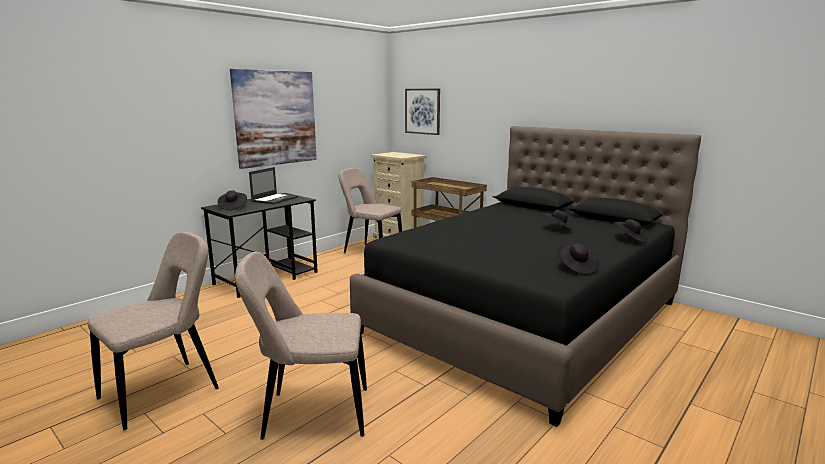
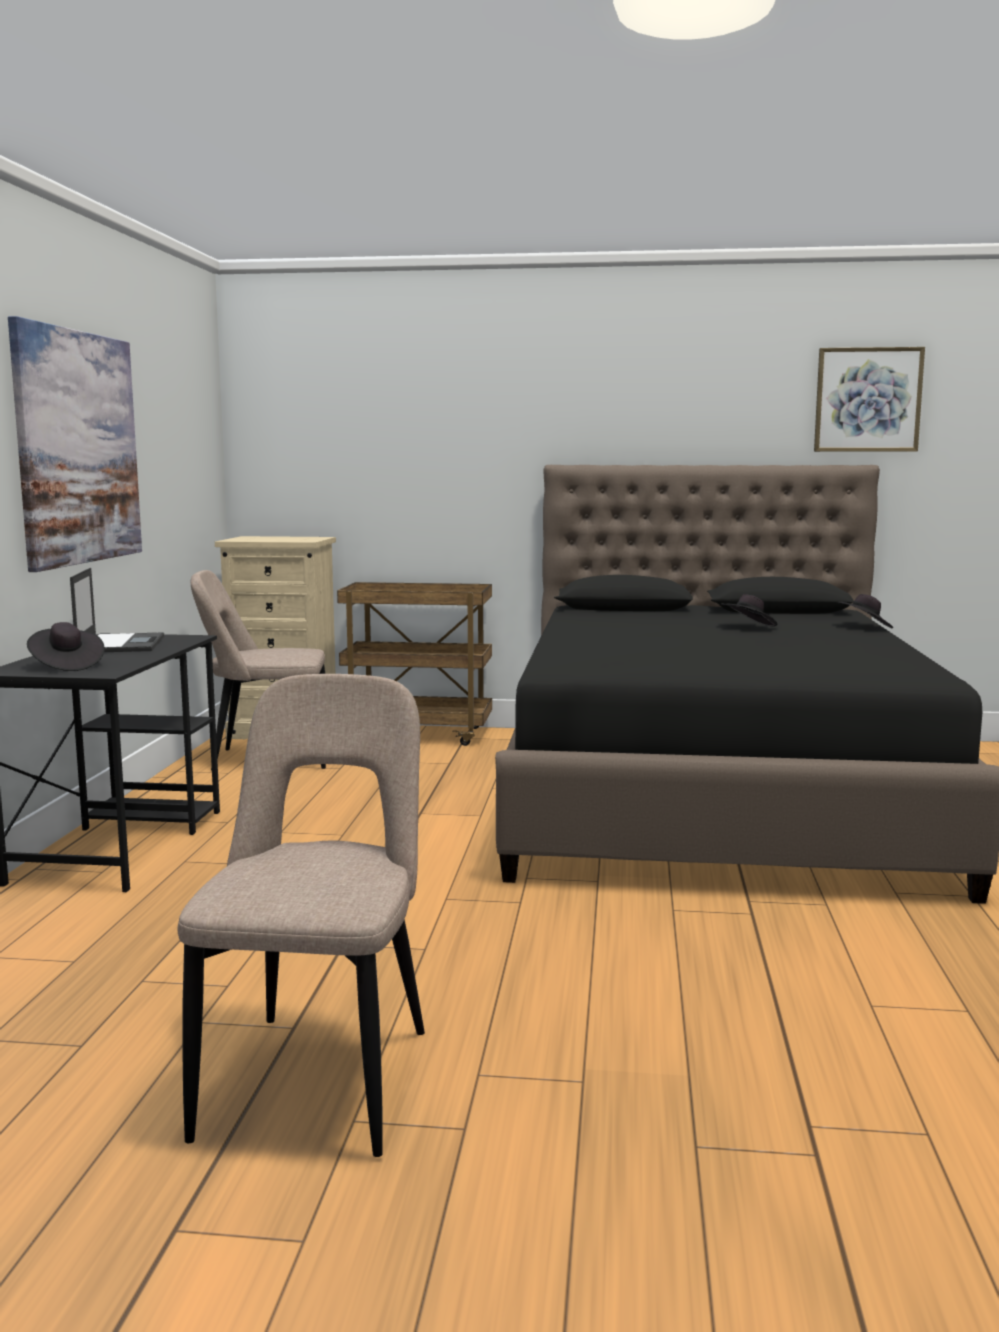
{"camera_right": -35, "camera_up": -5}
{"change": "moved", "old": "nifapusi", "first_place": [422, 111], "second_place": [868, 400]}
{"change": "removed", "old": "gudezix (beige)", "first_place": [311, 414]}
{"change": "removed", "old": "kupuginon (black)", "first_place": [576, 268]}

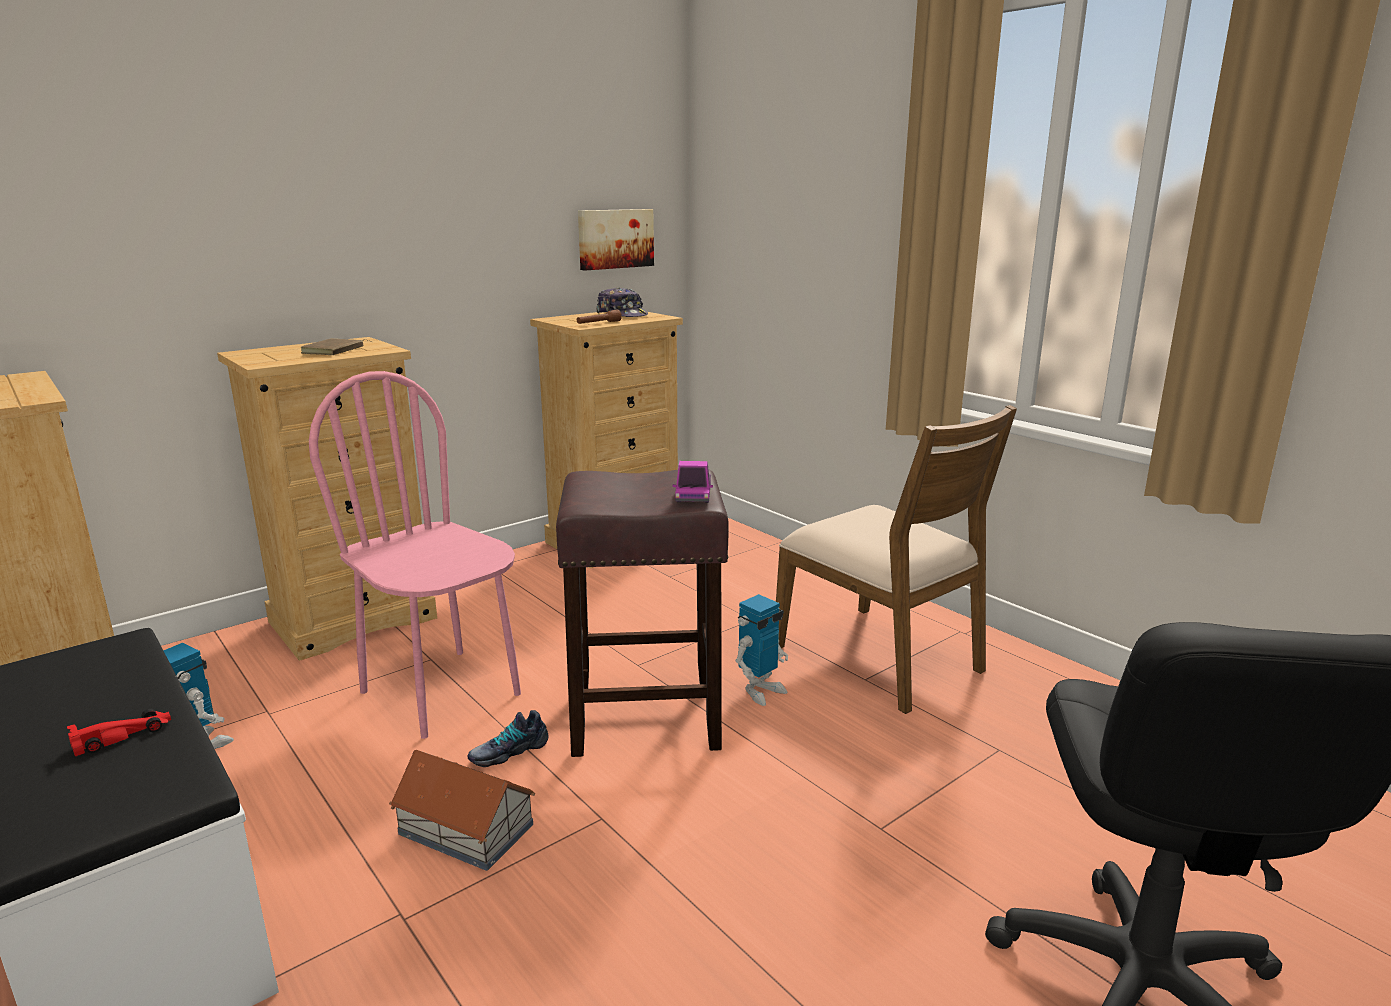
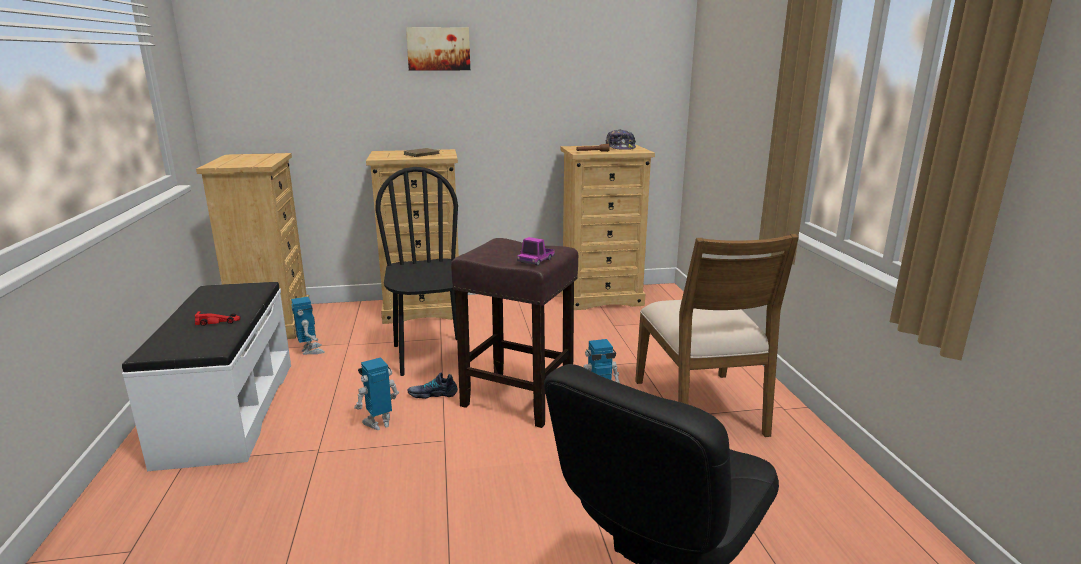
{"camera_right": 30, "camera_up": 0}
{"change": "replaced", "old": "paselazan", "new": "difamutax", "first_place": [466, 830], "second_place": [379, 423]}
{"change": "recoloured", "old": "gudezix (pink)", "new": "gudezix (black)", "first_place": [442, 692], "second_place": [430, 356]}
{"change": "moved", "old": "nifapusi", "first_place": [615, 238], "second_place": [438, 49]}

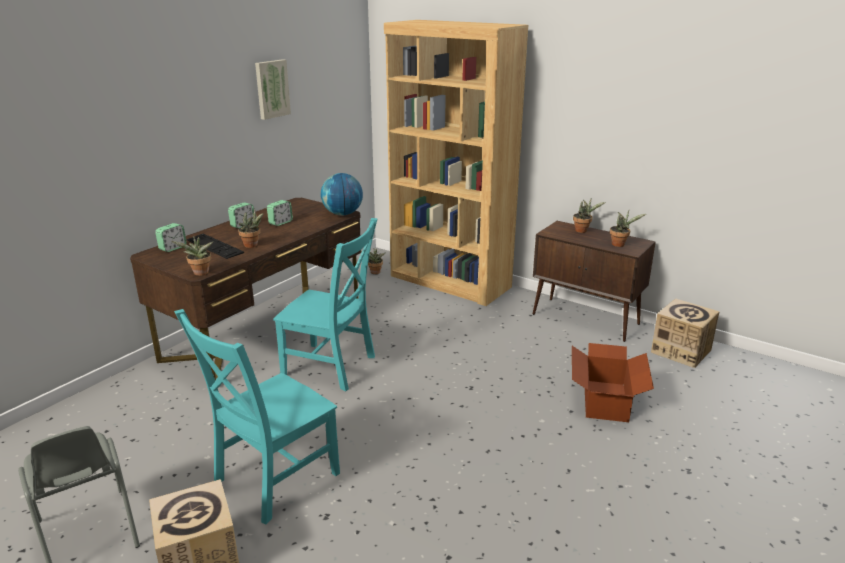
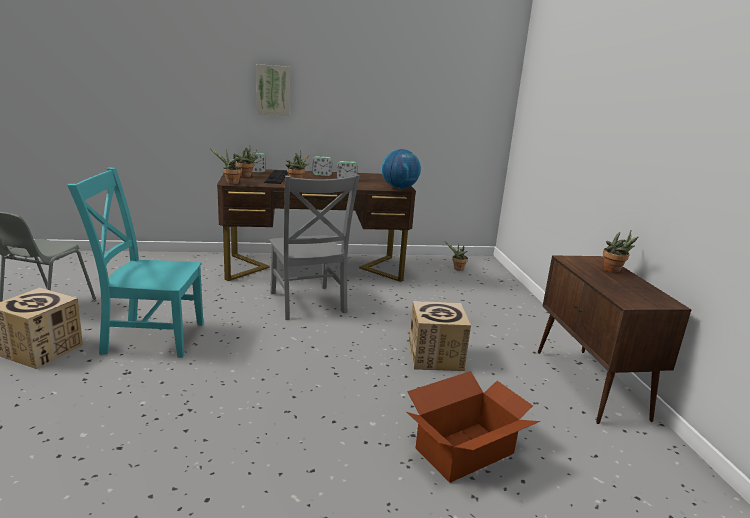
{"camera_right": 45, "camera_up": -5}
{"change": "moved", "old": "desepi", "first_place": [620, 244], "second_place": [246, 176]}
{"change": "moved", "old": "nifapusi", "first_place": [271, 89], "second_place": [273, 90]}
{"change": "recoloured", "old": "gudezix (turquoise)", "new": "gudezix (grey)", "first_place": [332, 367], "second_place": [308, 304]}
{"change": "moved", "old": "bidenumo", "first_place": [681, 351], "second_place": [435, 356]}
{"change": "removed", "old": "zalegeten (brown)", "first_place": [450, 282]}

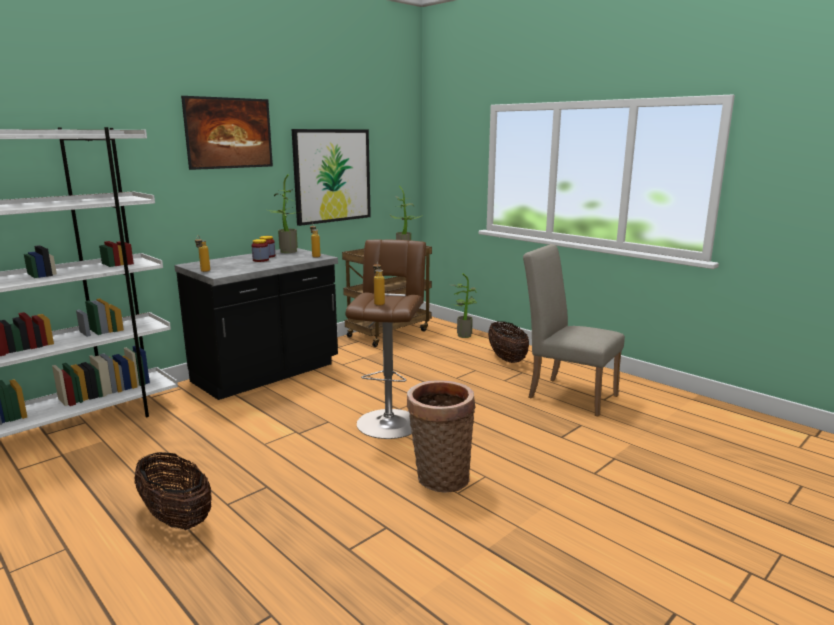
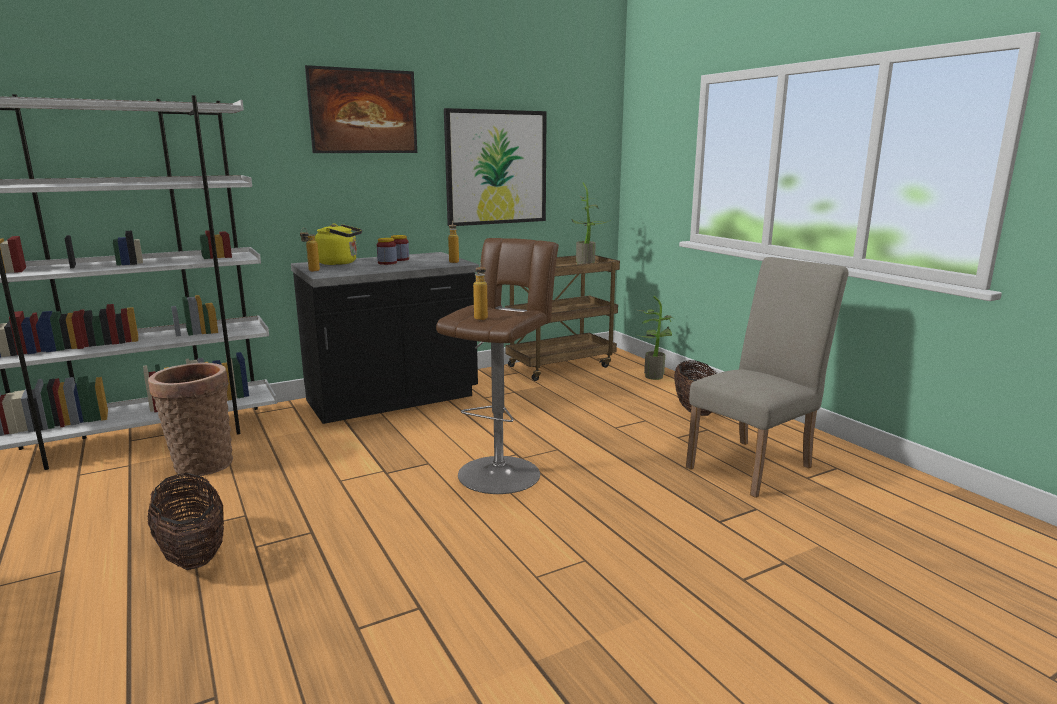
{"camera_right": 15, "camera_up": 0}
{"change": "moved", "old": "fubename", "first_place": [439, 477], "second_place": [201, 463]}
{"change": "added", "new": "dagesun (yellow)", "second_place": [340, 263]}
{"change": "turned", "old": "gudezix (beige)", "first_place": [566, 394], "second_place": [755, 464], "degrees": 90}
{"change": "removed", "old": "desepi", "first_place": [286, 252]}

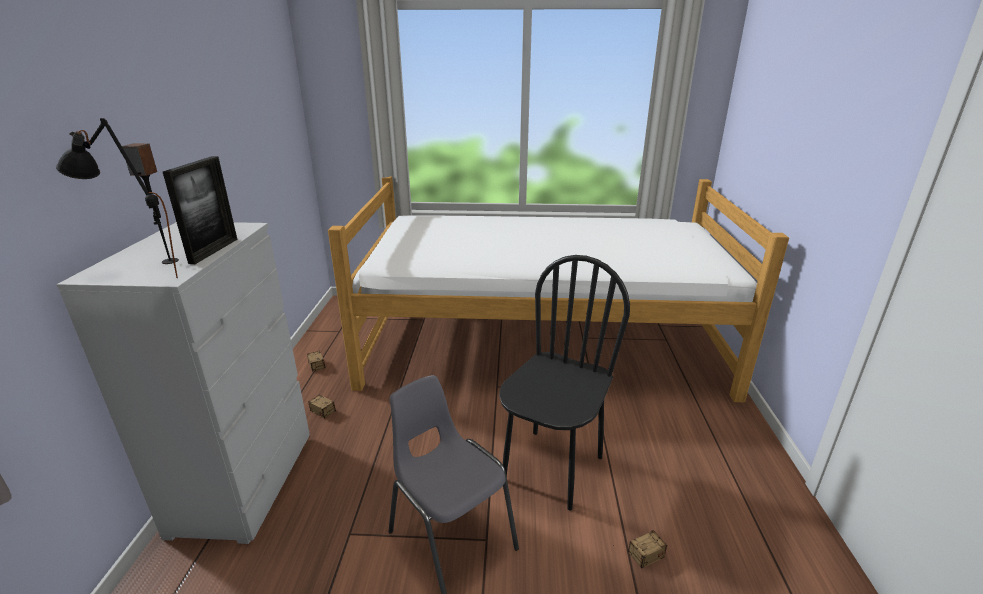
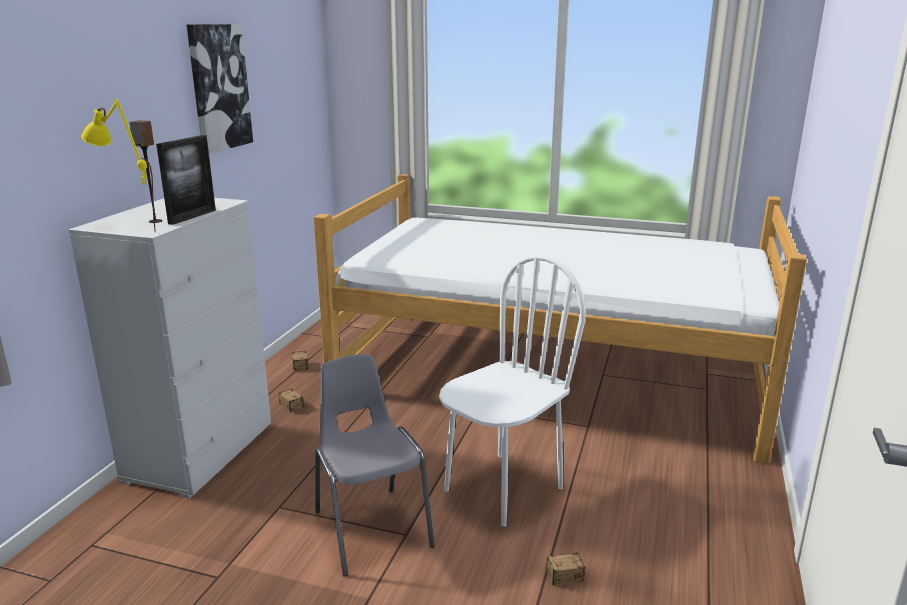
{"camera_right": 15, "camera_up": -5}
{"change": "recoloured", "old": "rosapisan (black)", "new": "rosapisan (yellow)", "first_place": [140, 278], "second_place": [128, 230]}
{"change": "added", "new": "nifapusi", "second_place": [218, 87]}
{"change": "recoloured", "old": "gudezix (black)", "new": "gudezix (white)", "first_place": [552, 468], "second_place": [502, 488]}

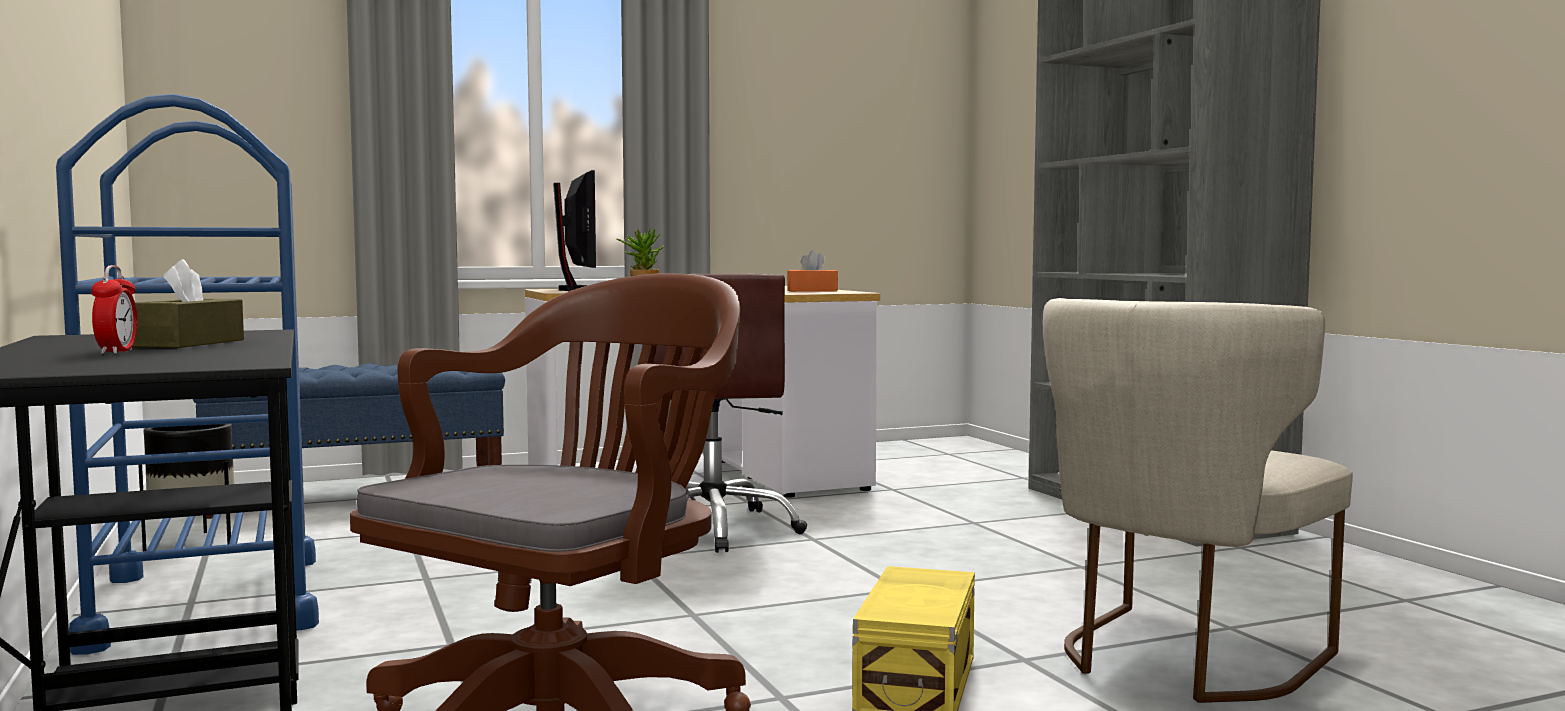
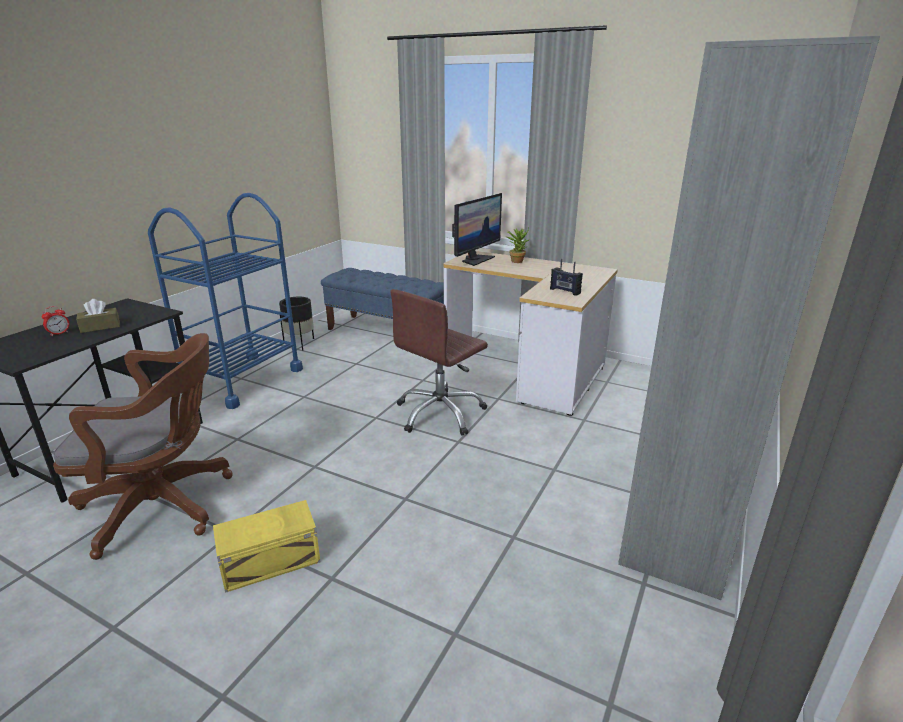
{"camera_right": 50, "camera_up": 20}
{"change": "replaced", "old": "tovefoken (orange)", "new": "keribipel", "first_place": [812, 291], "second_place": [565, 291]}
{"change": "removed", "old": "gudezix (beige)", "first_place": [1180, 660]}

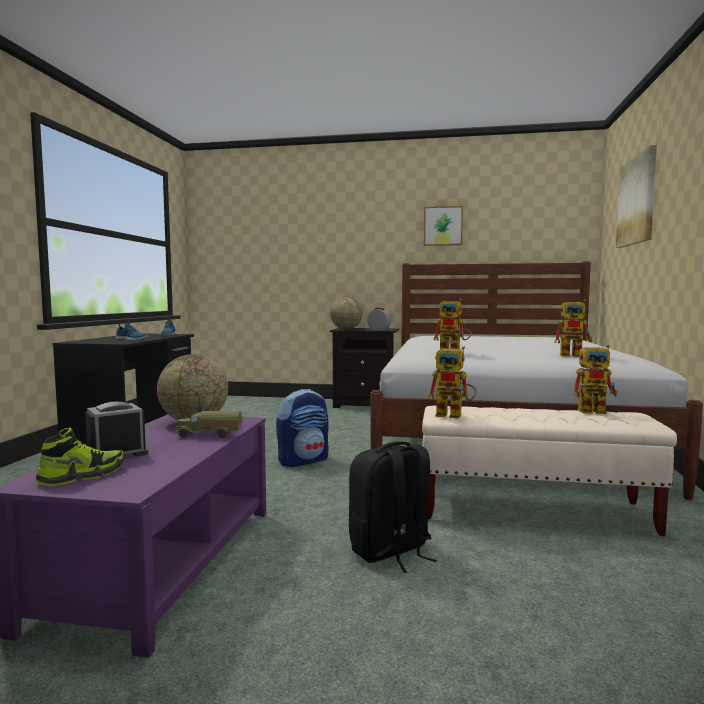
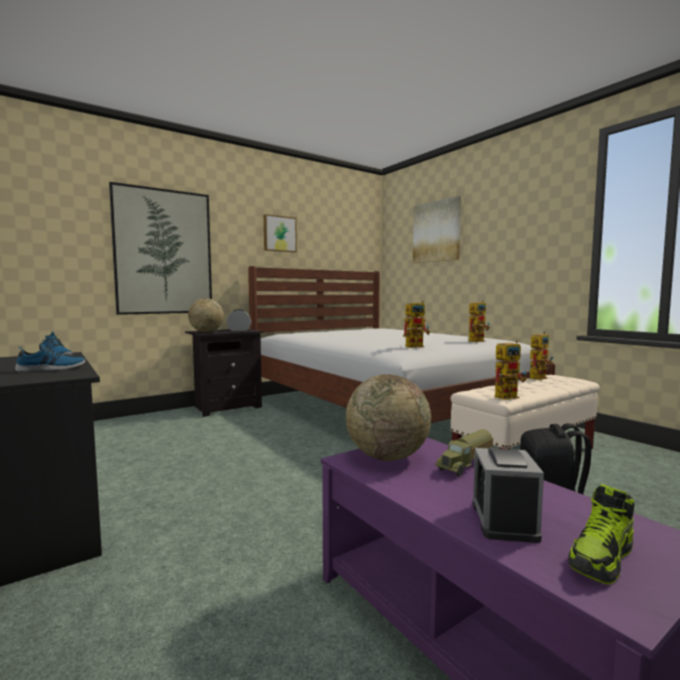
{"camera_right": -45, "camera_up": 0}
{"change": "added", "new": "nifapusi", "second_place": [164, 252]}
{"change": "turned", "old": "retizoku", "first_place": [82, 476], "second_place": [602, 559], "degrees": -135}
{"change": "removed", "old": "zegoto", "first_place": [303, 460]}

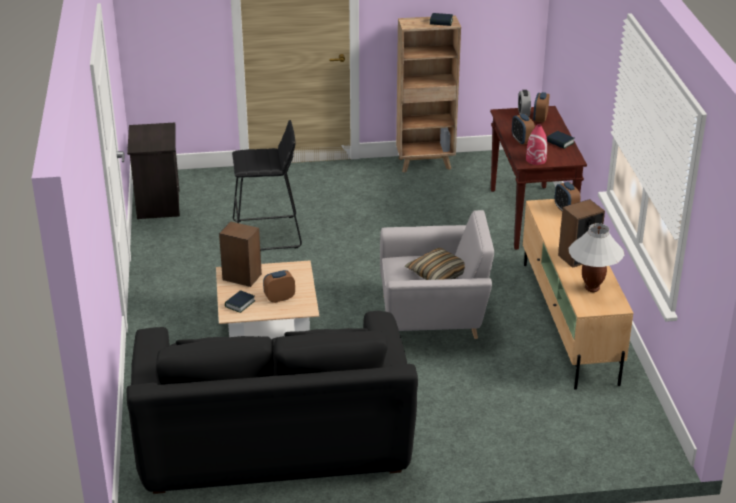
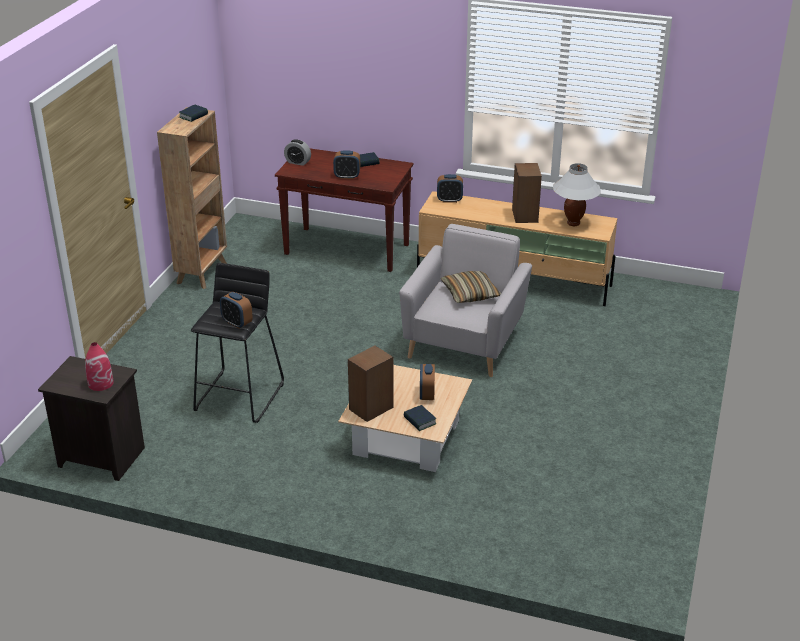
{"camera_right": -65, "camera_up": 0}
{"change": "moved", "old": "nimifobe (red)", "first_place": [536, 160], "second_place": [101, 383]}
{"change": "moved", "old": "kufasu", "first_place": [540, 118], "second_place": [237, 323]}
{"change": "removed", "old": "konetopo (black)", "first_place": [274, 443]}

